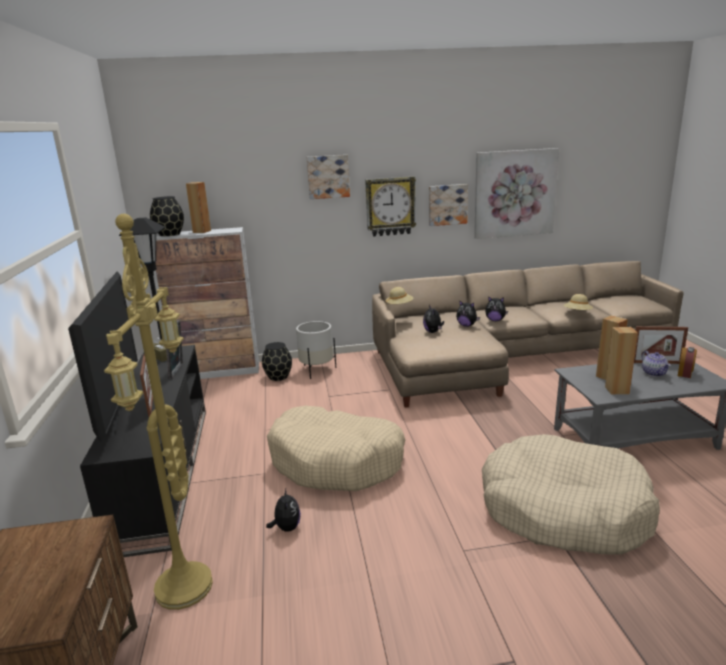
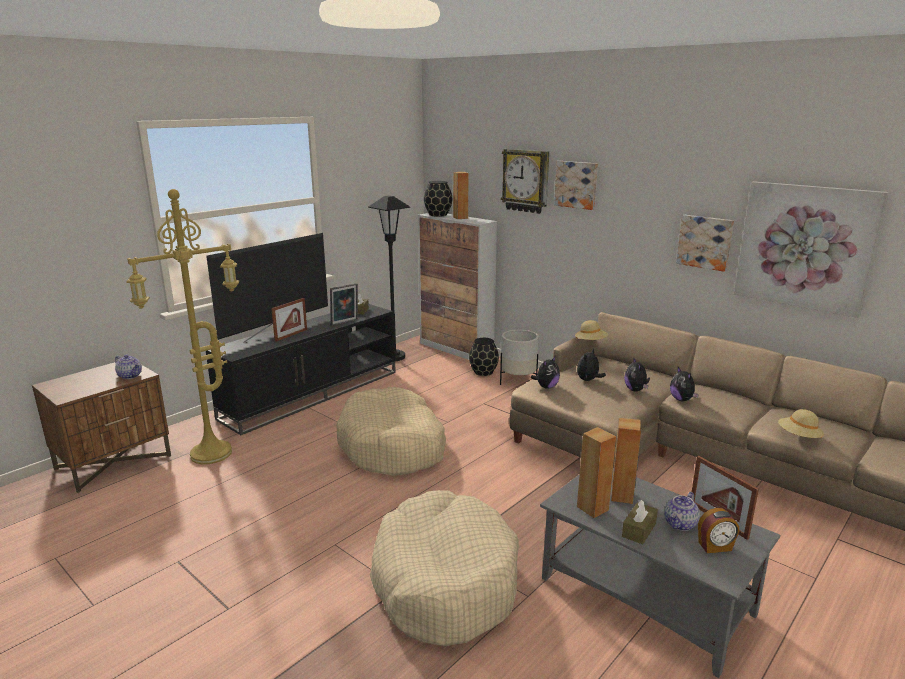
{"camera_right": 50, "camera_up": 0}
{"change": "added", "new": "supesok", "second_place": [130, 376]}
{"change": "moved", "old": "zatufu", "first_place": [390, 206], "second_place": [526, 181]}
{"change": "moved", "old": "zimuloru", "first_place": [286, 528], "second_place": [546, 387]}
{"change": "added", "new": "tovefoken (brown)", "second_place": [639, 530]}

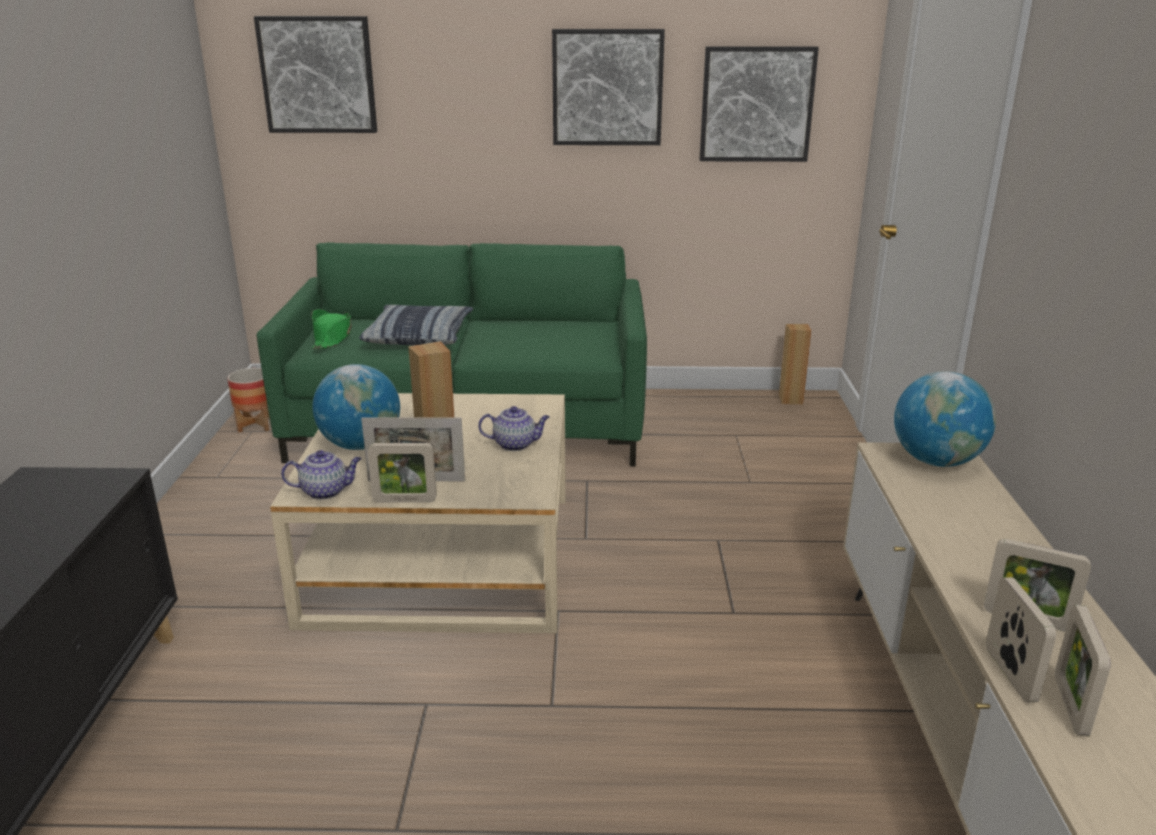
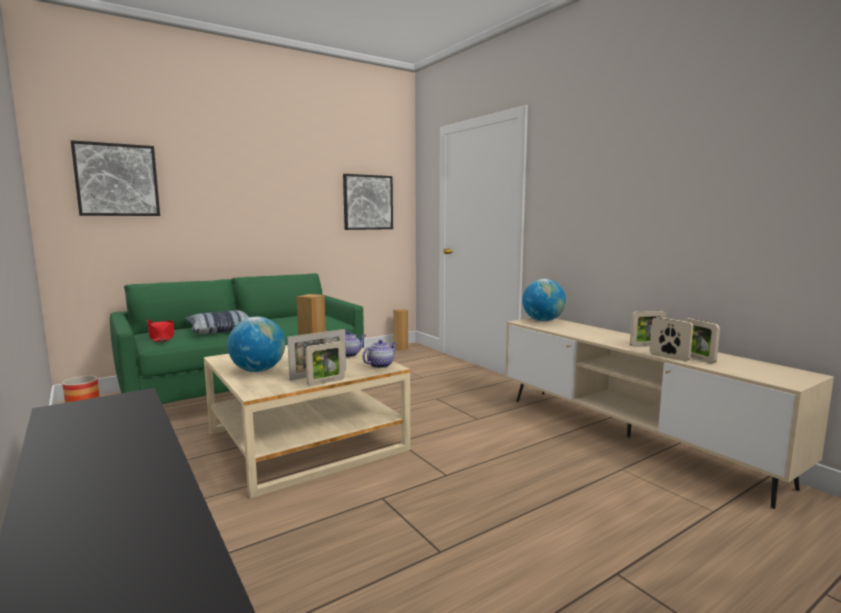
{"camera_right": -35, "camera_up": -15}
{"change": "recoloured", "old": "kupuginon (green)", "new": "kupuginon (red)", "first_place": [332, 338], "second_place": [161, 337]}
{"change": "moved", "old": "supesok", "first_place": [326, 491], "second_place": [380, 365]}
{"change": "removed", "old": "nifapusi", "first_place": [607, 87]}

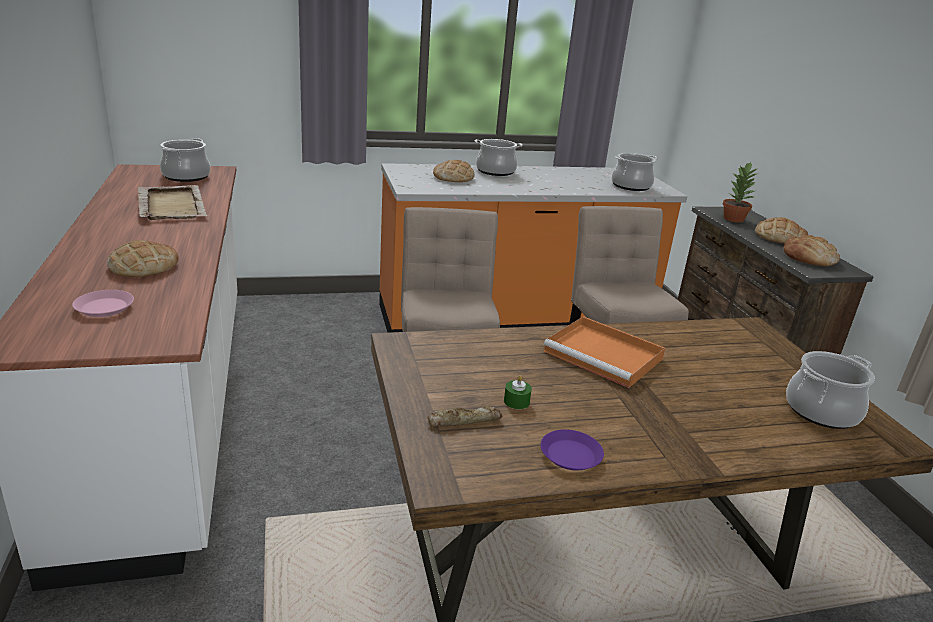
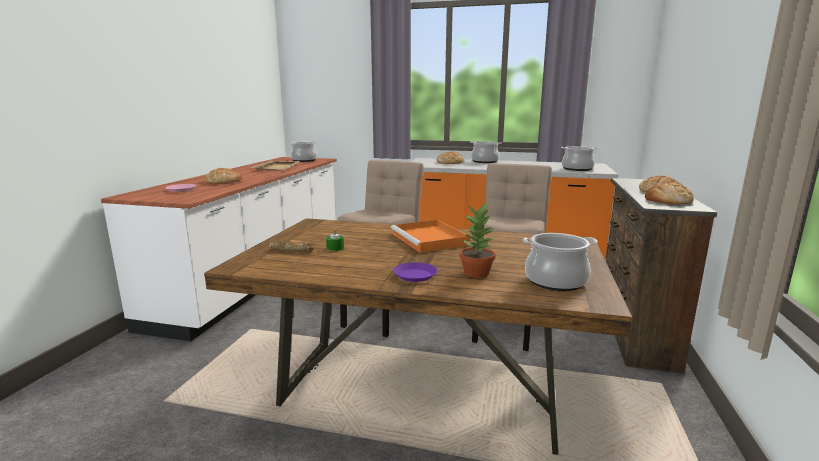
{"camera_right": 30, "camera_up": -10}
{"change": "moved", "old": "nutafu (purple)", "first_place": [570, 455], "second_place": [414, 275]}
{"change": "moved", "old": "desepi", "first_place": [734, 219], "second_place": [477, 273]}

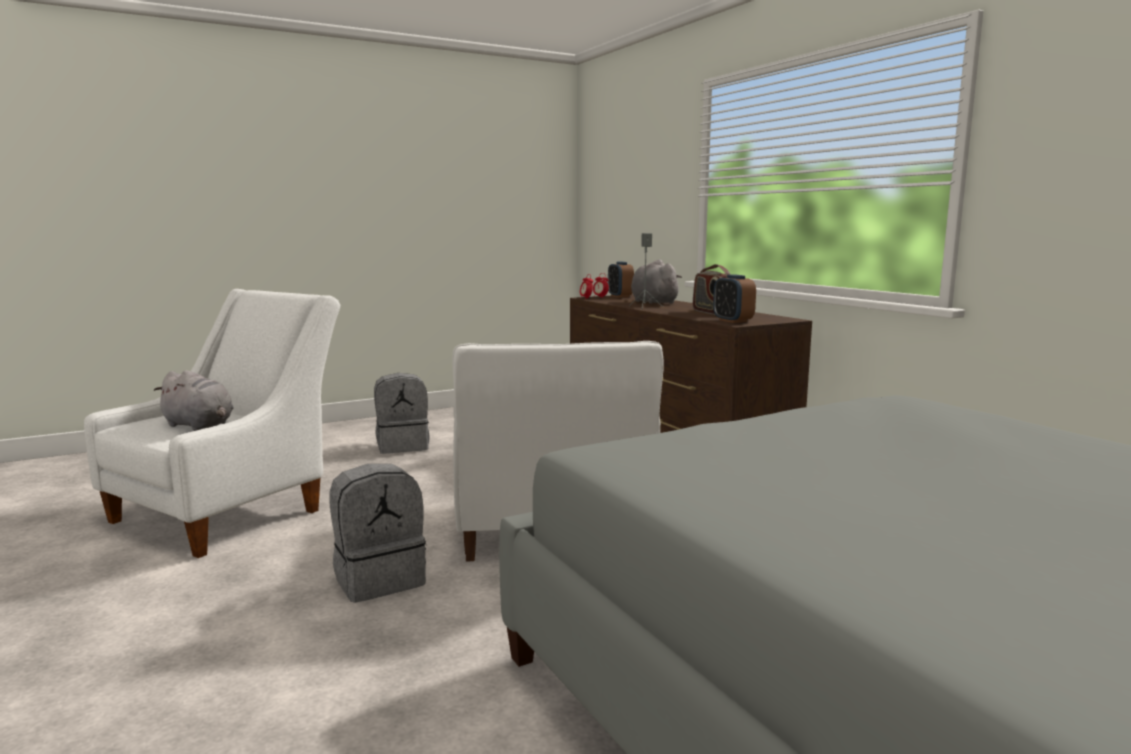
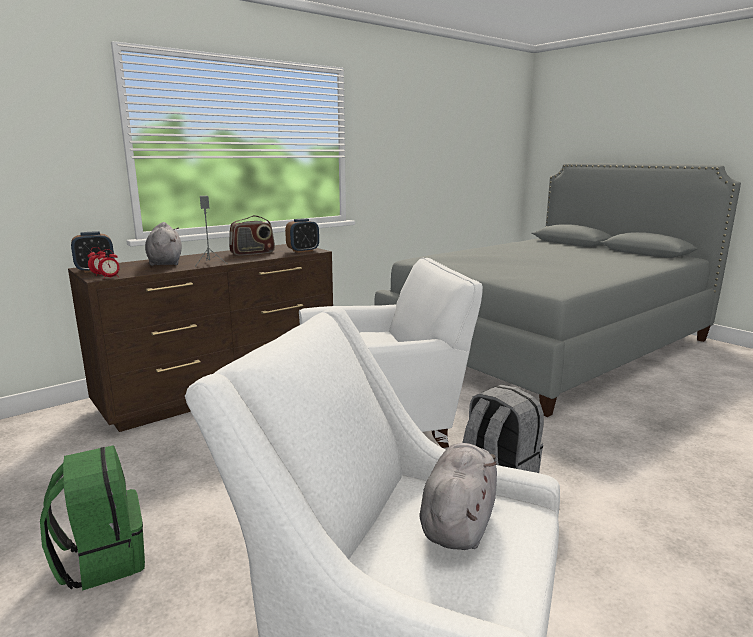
{"camera_right": -100, "camera_up": 5}
{"change": "recoloured", "old": "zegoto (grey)", "new": "zegoto (green)", "first_place": [403, 446], "second_place": [102, 559]}
{"change": "turned", "old": "zimuloru (grey)", "first_place": [653, 302], "second_place": [165, 262], "degrees": 105}

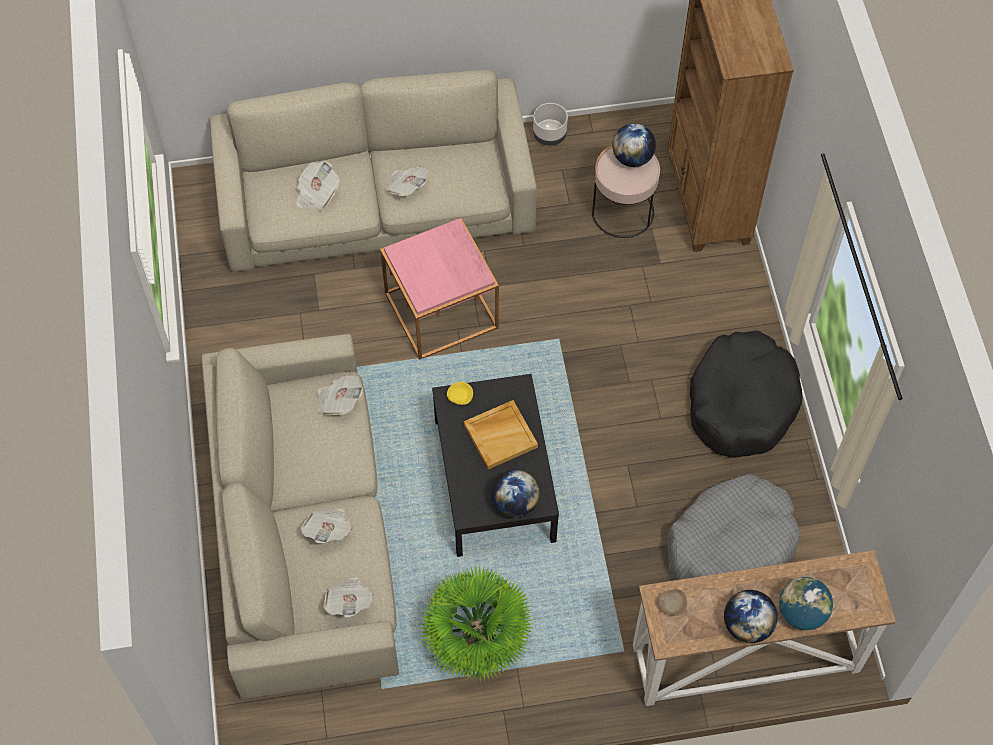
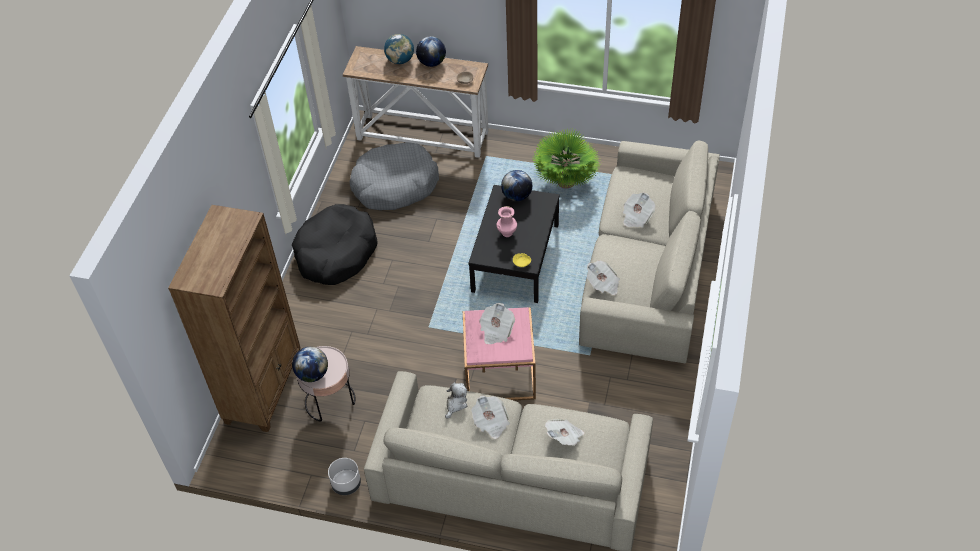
{"camera_right": -155, "camera_up": -10}
{"change": "added", "new": "zimuloru", "second_place": [456, 404]}
{"change": "moved", "old": "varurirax", "first_place": [349, 602], "second_place": [496, 330]}
{"change": "replaced", "old": "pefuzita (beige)", "new": "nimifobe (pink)", "first_place": [500, 435], "second_place": [506, 233]}

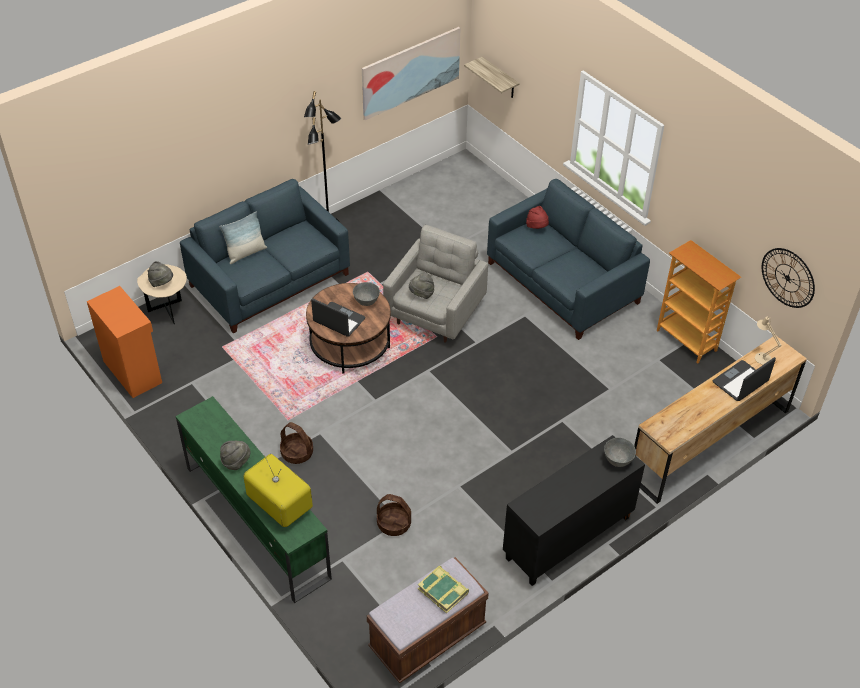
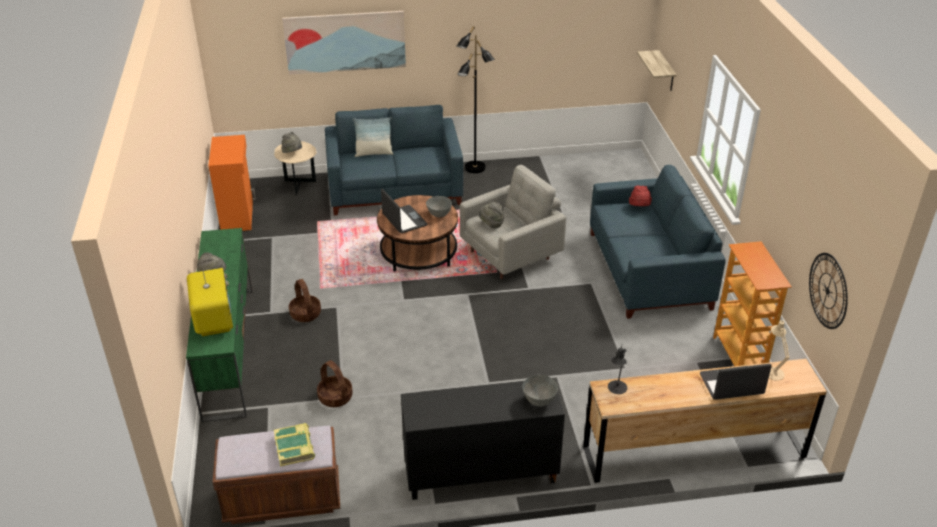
{"camera_right": 30, "camera_up": -10}
{"change": "moved", "old": "nifapusi", "first_place": [411, 72], "second_place": [345, 42]}
{"change": "added", "new": "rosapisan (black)", "second_place": [616, 389]}

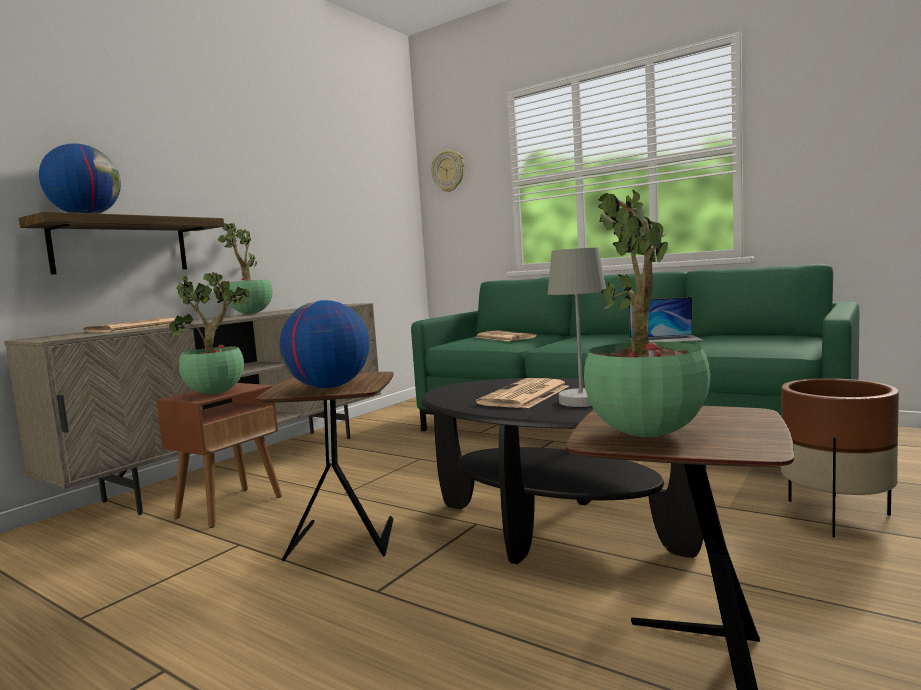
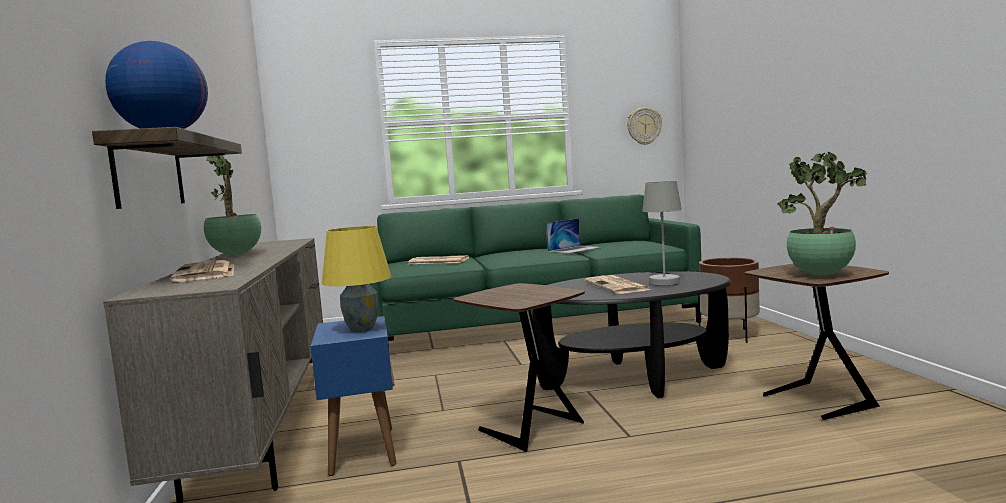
{"camera_right": -45, "camera_up": 0}
{"change": "recoloured", "old": "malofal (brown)", "new": "malofal (blue)", "first_place": [230, 506], "second_place": [362, 450]}
{"change": "replaced", "old": "desepi", "new": "rosapisan (yellow)", "first_place": [217, 393], "second_place": [361, 329]}
{"change": "moved", "old": "zatufu", "first_place": [448, 171], "second_place": [644, 126]}
{"change": "removed", "old": "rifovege", "first_place": [328, 387]}

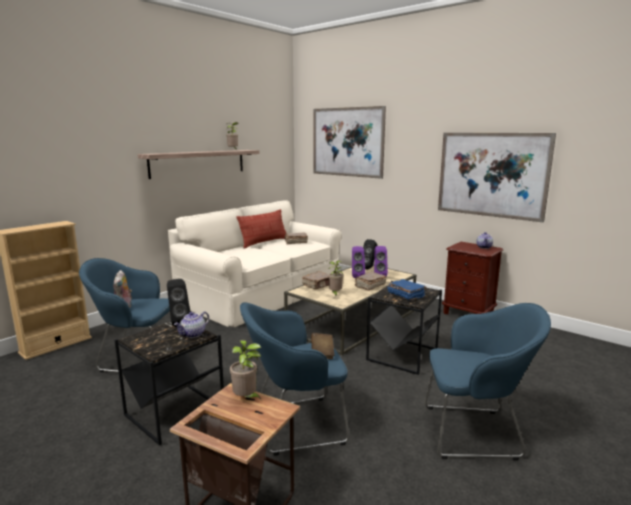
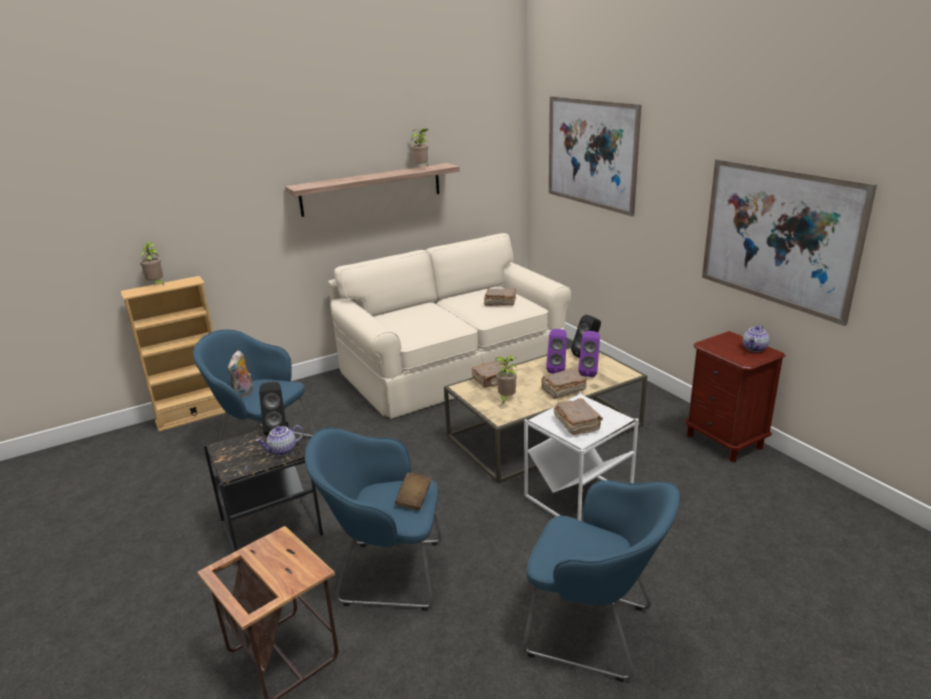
{"camera_right": 20, "camera_up": 10}
{"change": "moved", "old": "desepi", "first_place": [246, 399], "second_place": [156, 284]}
{"change": "recoloured", "old": "malofal (black)", "new": "malofal (white)", "first_place": [403, 355], "second_place": [579, 496]}
{"change": "recoloured", "old": "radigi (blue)", "new": "radigi (brown)", "first_place": [405, 295], "second_place": [577, 424]}
{"change": "removed", "old": "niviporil", "first_place": [264, 242]}

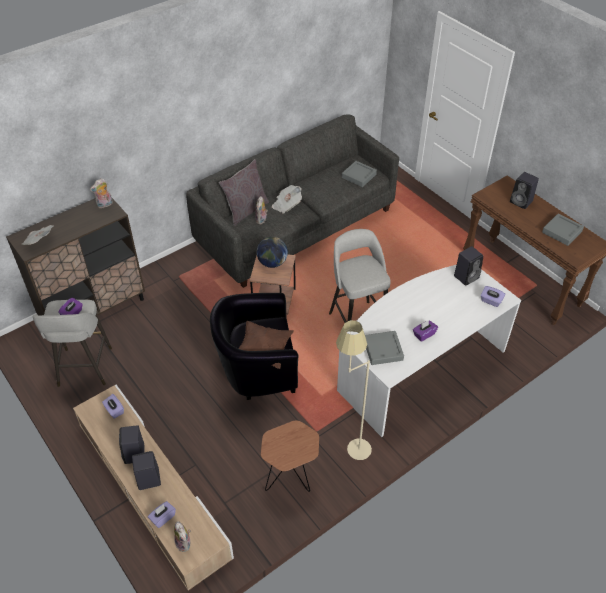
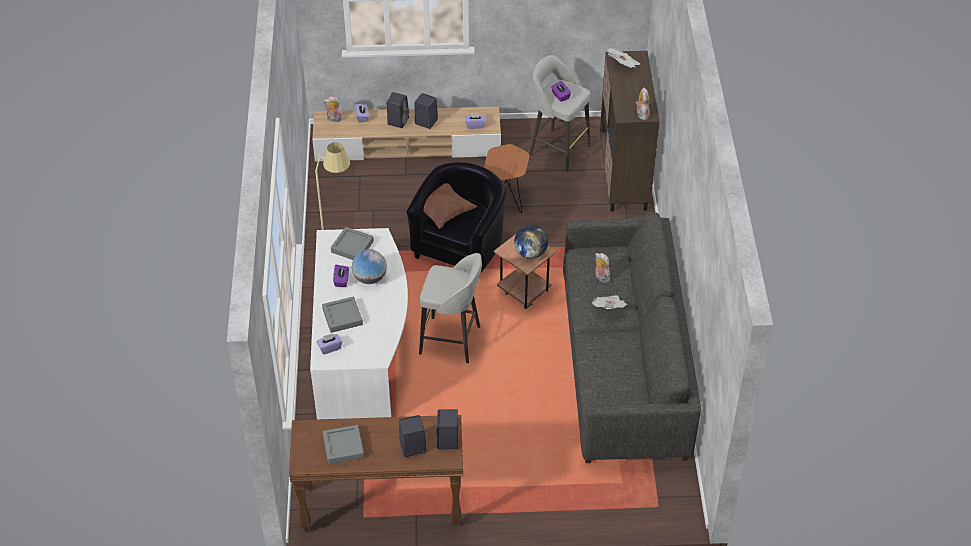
{"camera_right": 125, "camera_up": 0}
{"change": "moved", "old": "pefuzita (grey)", "first_place": [359, 176], "second_place": [342, 317]}
{"change": "added", "new": "rifovege", "second_place": [370, 278]}
{"change": "moved", "old": "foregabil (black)", "first_place": [466, 276], "second_place": [448, 441]}
{"change": "moved", "old": "malofal (brown)", "first_place": [291, 480], "second_place": [506, 204]}
{"change": "removed", "old": "niviporil (grey)", "first_place": [246, 210]}

